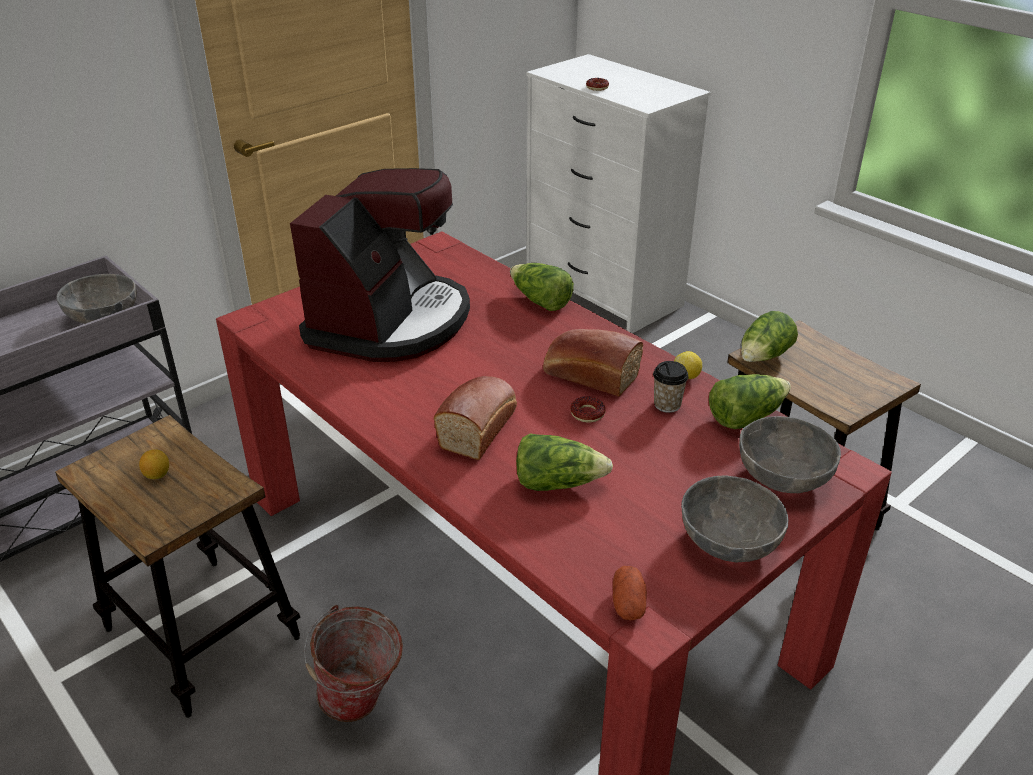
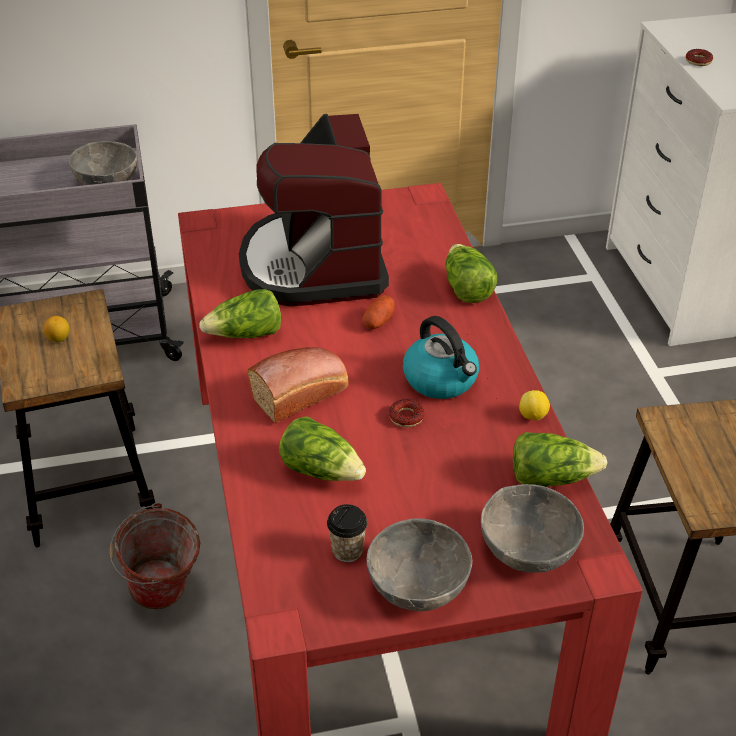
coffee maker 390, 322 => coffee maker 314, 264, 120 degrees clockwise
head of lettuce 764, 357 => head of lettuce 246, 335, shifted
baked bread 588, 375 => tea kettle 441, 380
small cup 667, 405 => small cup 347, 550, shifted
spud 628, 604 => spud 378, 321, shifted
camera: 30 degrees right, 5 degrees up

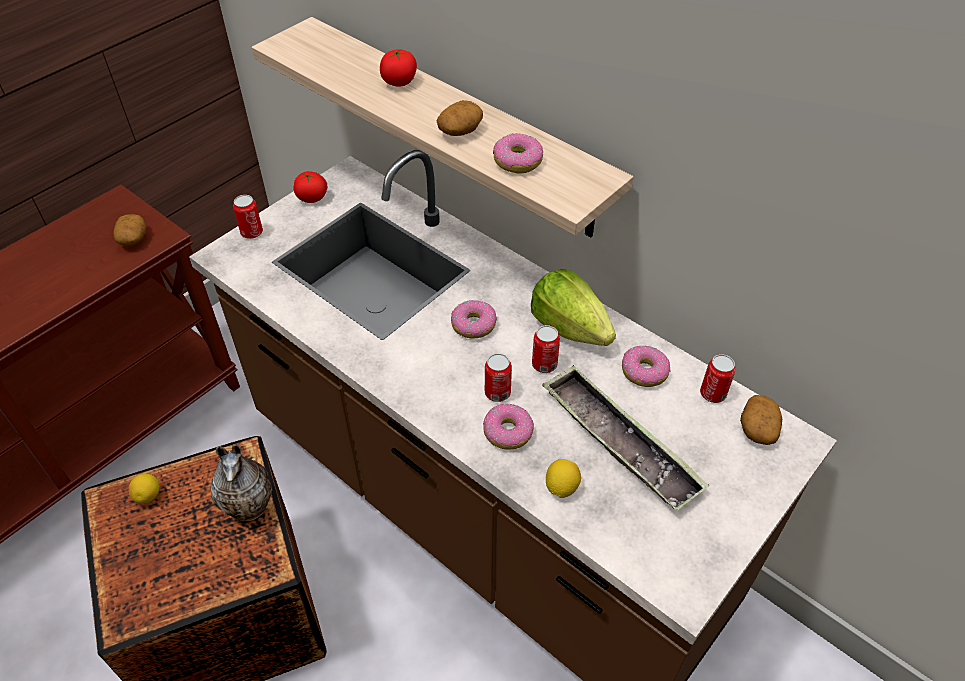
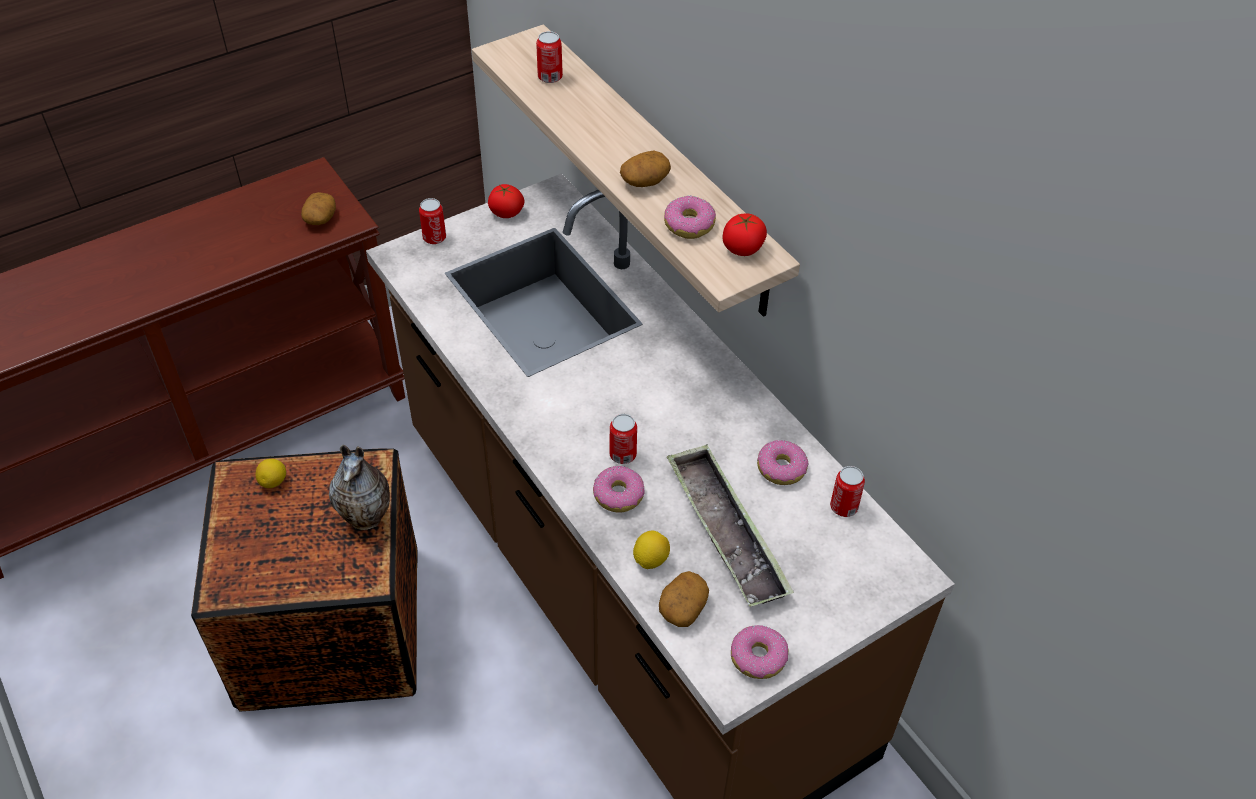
whole tomato 399, 81 => whole tomato 743, 248, shifted
head of lettuce 569, 327 => nothing
donut 473, 325 => donut 758, 658, shifted
sealed can 544, 364 => sealed can 550, 77, shifted
spud 757, 428 => spud 682, 607, shifted
camera: 15 degrees right, 0 degrees up

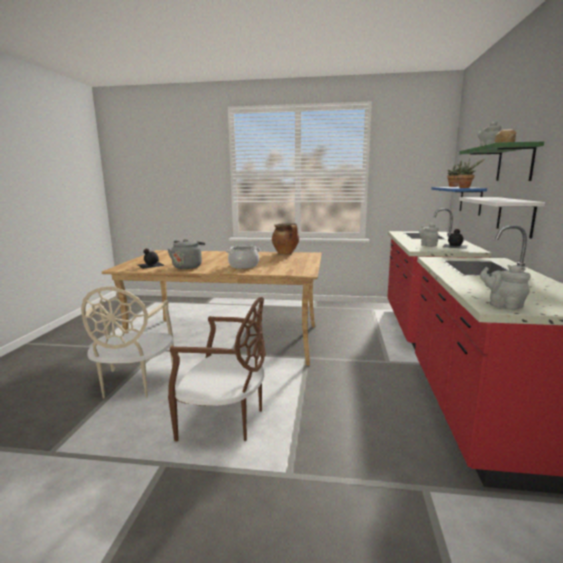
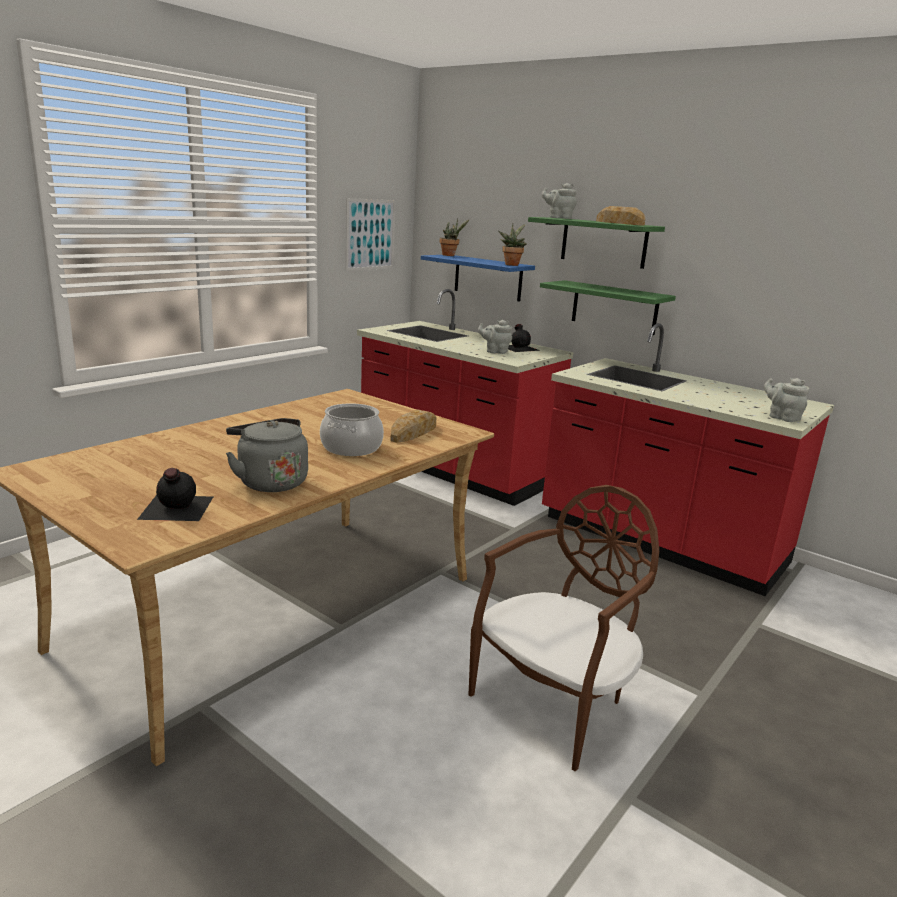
white-coloured wall shelf 515, 216 => green wall shelf 614, 307
saucepot 286, 253 => nothing
gray pot for tea 503, 305 => gray pot for tea 782, 417, 60 degrees clockwise
beige-coloured upright chair 134, 383 => nothing
nothing => picture 370, 234
nothing => baked bread 413, 432
camera: 60 degrees left, 5 degrees up

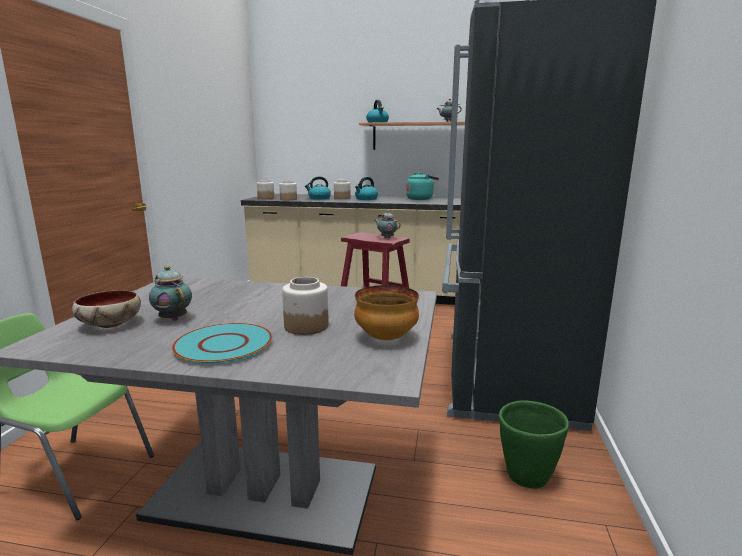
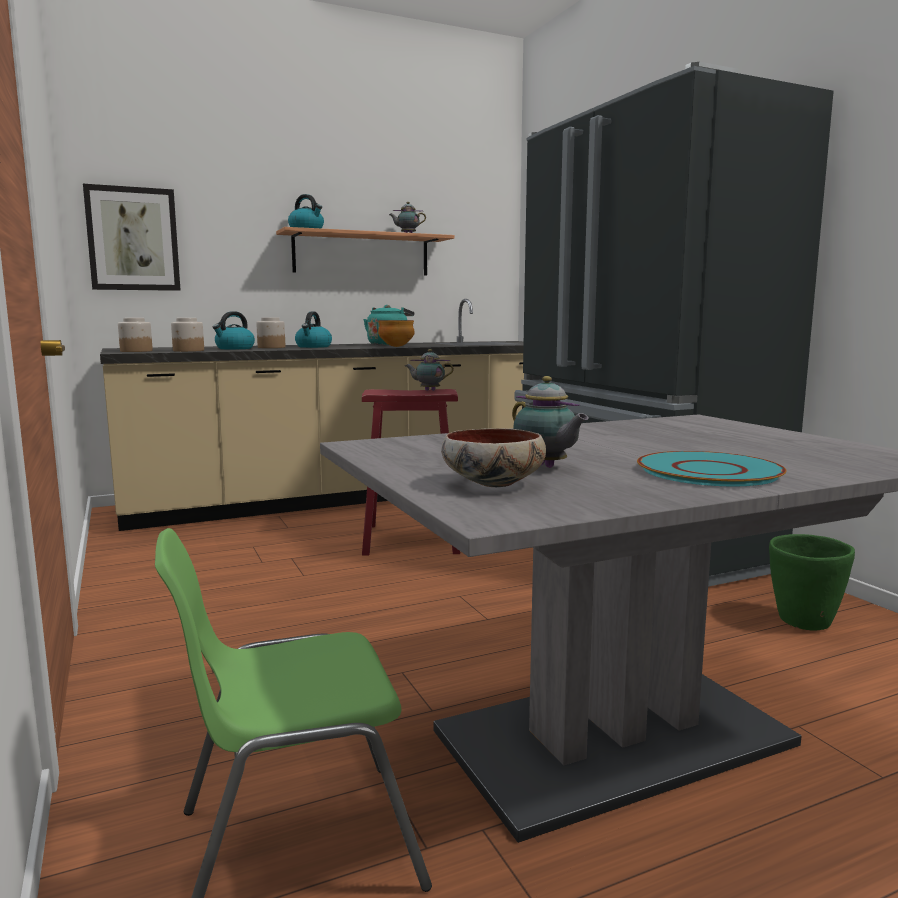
pot for tea 173, 318 => pot for tea 546, 467, 135 degrees counterclockwise
preserve jar 306, 326 => nothing
deep dish 386, 338 => deep dish 396, 346, shifted
nothing => picture 133, 239
camera: 35 degrees left, 5 degrees down

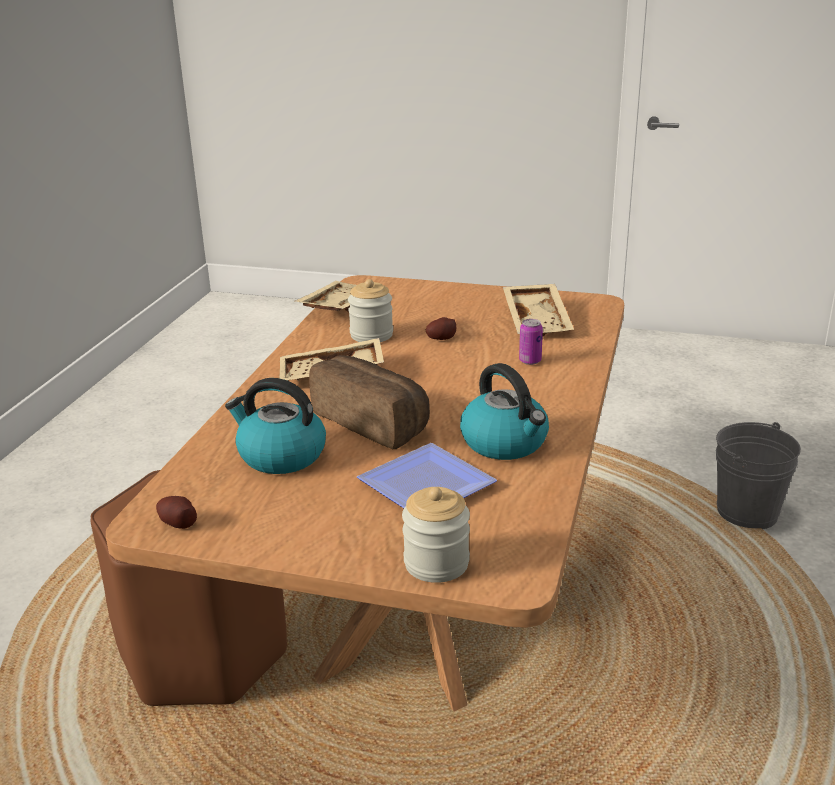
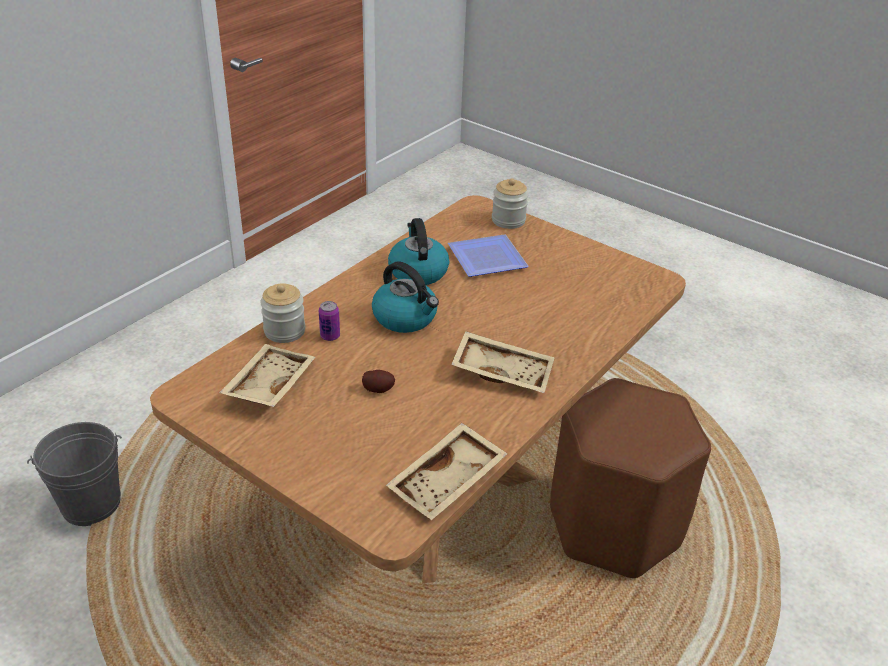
preserve jar 371, 335 => preserve jar 284, 331, shifted
baked bread 374, 422 => nothing
tea kettle 280, 455 => tea kettle 406, 318, shifted
spud 178, 523 => nothing
camera: 160 degrees left, 10 degrees up

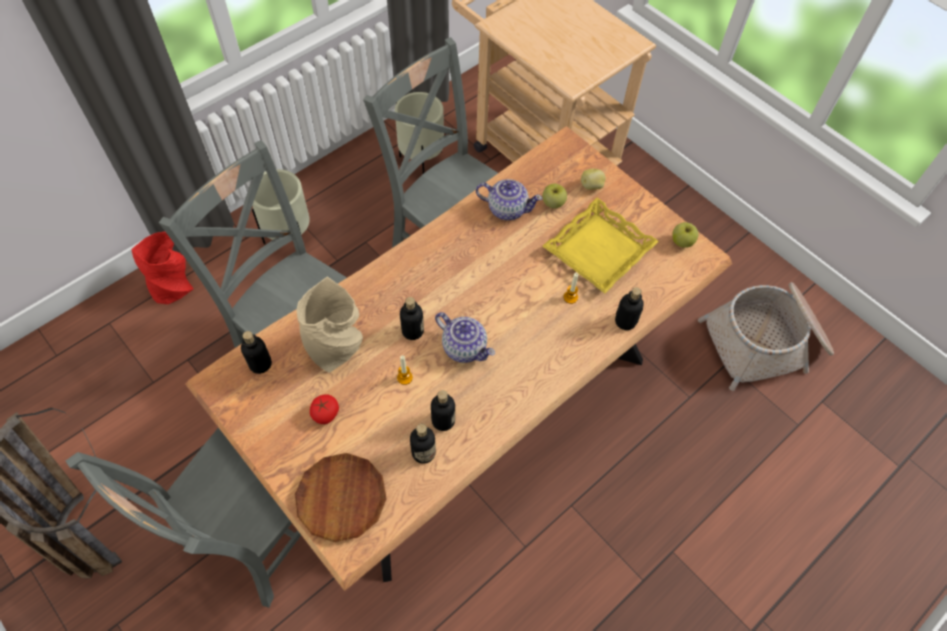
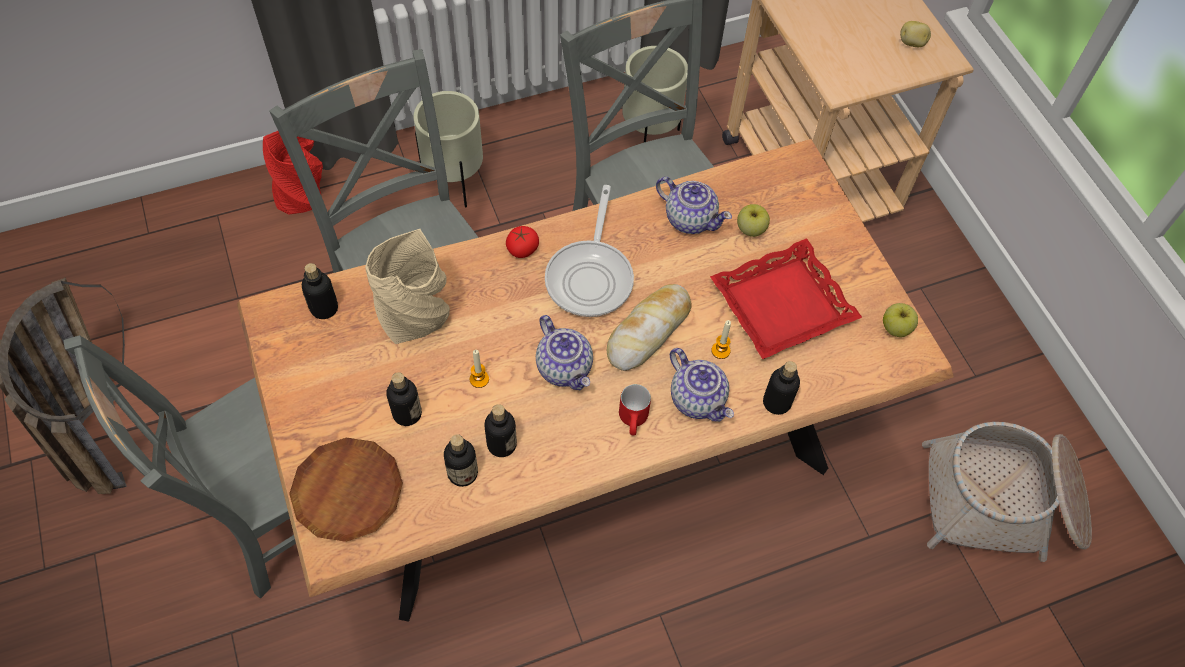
spud 592, 186 => spud 912, 43, shifted
yellowish carrying tray 598, 249 => red-coloured carrying tray 782, 304
drink bottle 412, 331 => drink bottle 407, 414, shifted
whole tomato 325, 413 => whole tomato 522, 249, shifted
nothing => frying pan 591, 276
nothing => baked bread 648, 331
nothing => pot for tea 698, 399
nothing => red-coloured tea mug 635, 421
camera: 20 degrees right, 0 degrees up

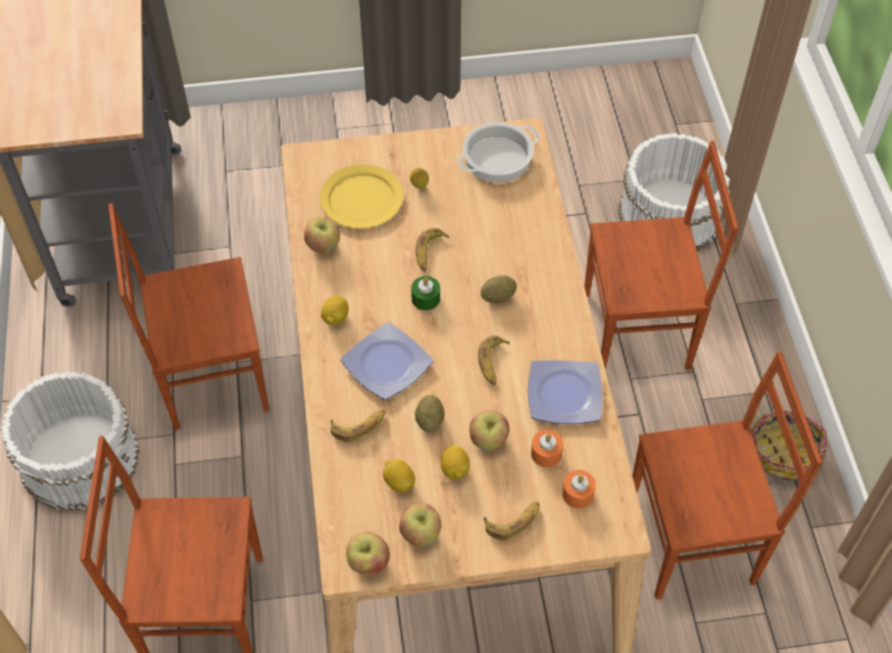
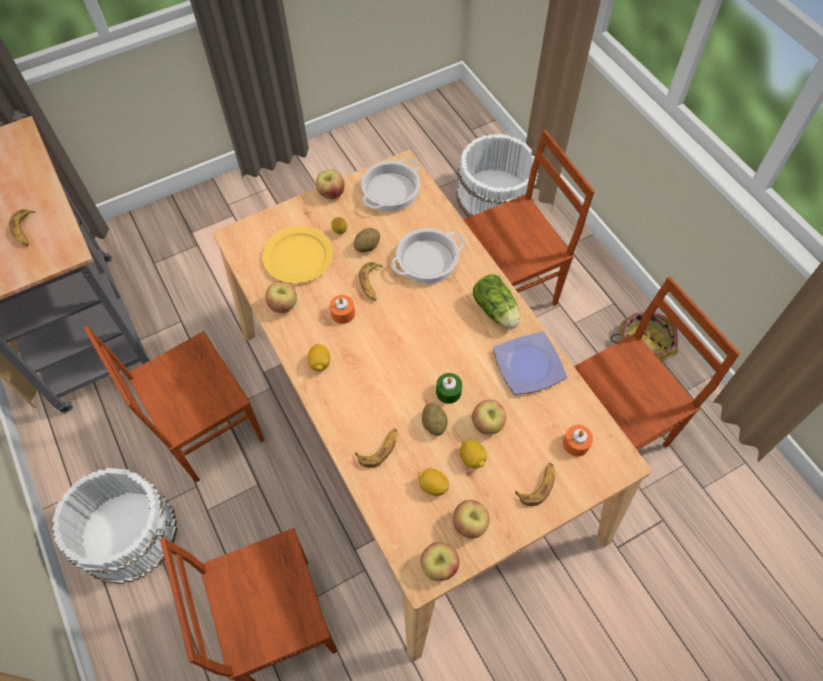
spud 498, 297 => spud 367, 246, shifted
green wax light 425, 298 => green wax light 448, 392, shifted
dinner plate 385, 364 => nothing
banana fruit 492, 363 => banana fruit 25, 230, shifted
orangey wax light 546, 453 => orangey wax light 343, 313, shifted
nothing => apple fruit 331, 193
nothing => saucepot 427, 261
nothing => head of lettuce 497, 312
camera: 20 degrees left, 5 degrees up

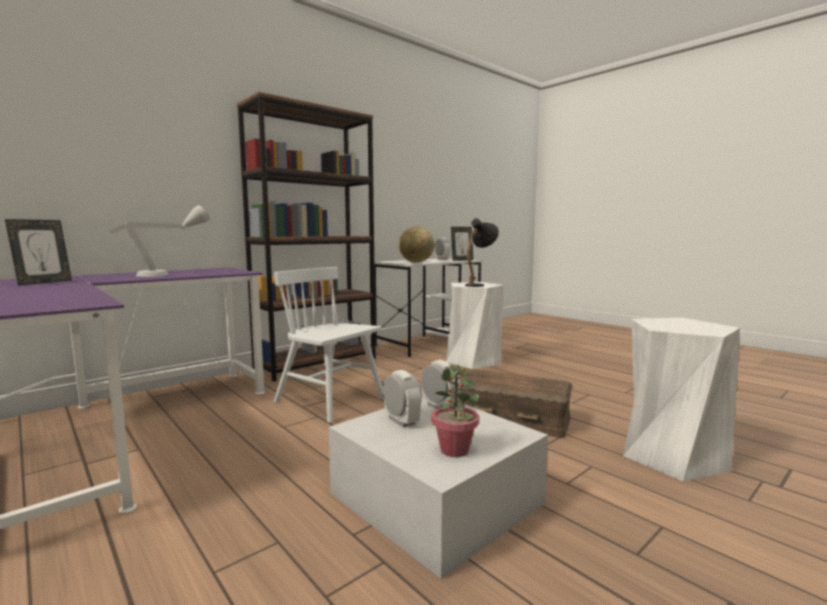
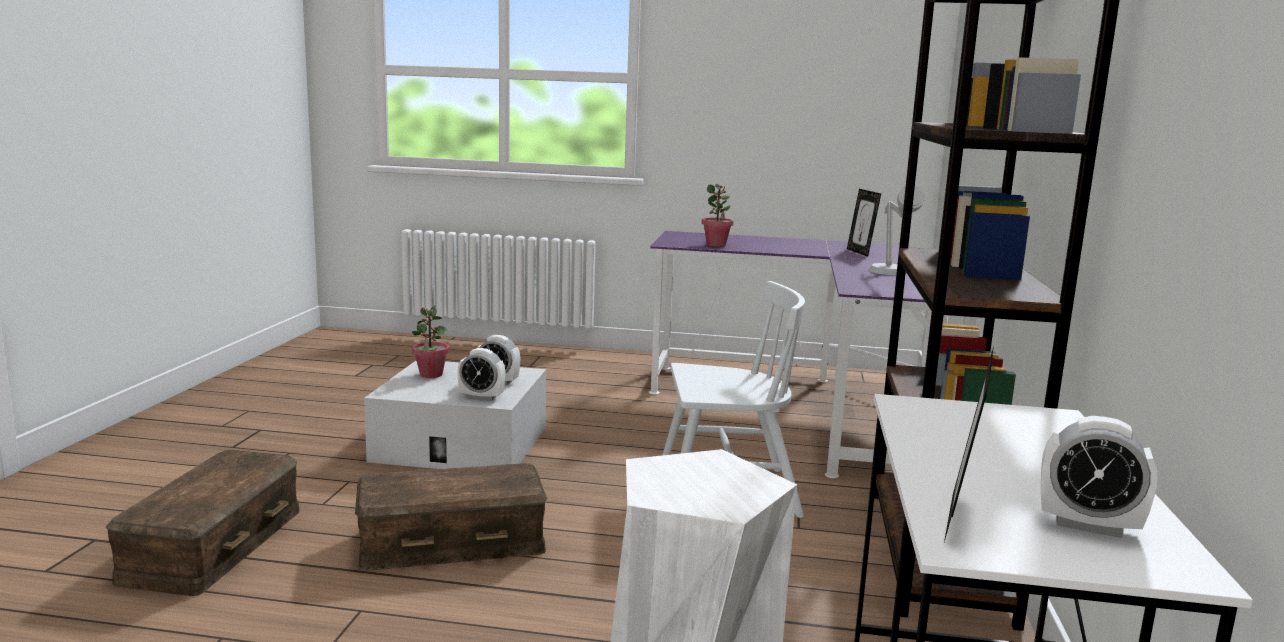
black-coloured lamp for a table 479, 285 => nothing
globe 416, 262 => nothing
white-coloured sitting stool 671, 456 => brown-coloured storage bin 212, 544
nothing => potted plant 716, 245
camera: 140 degrees right, 5 degrees up

